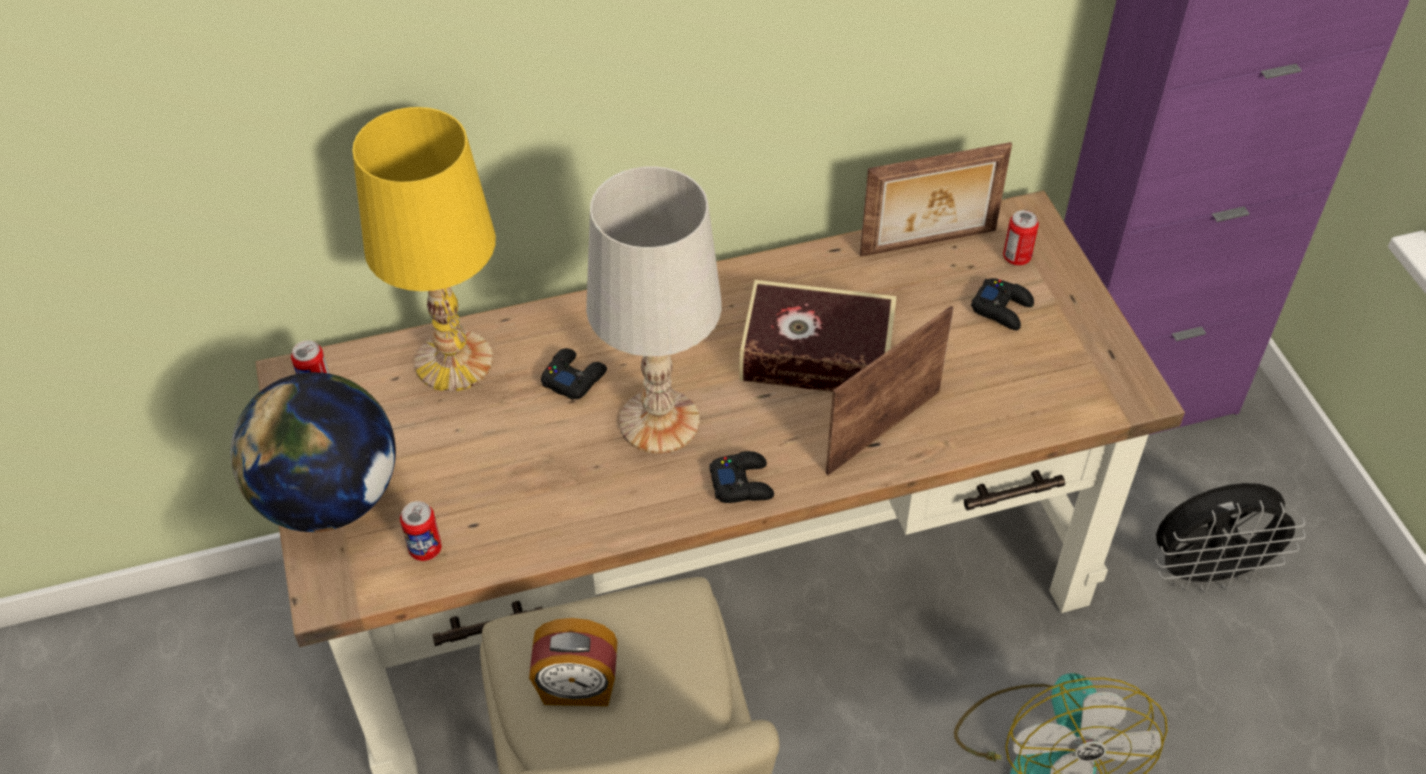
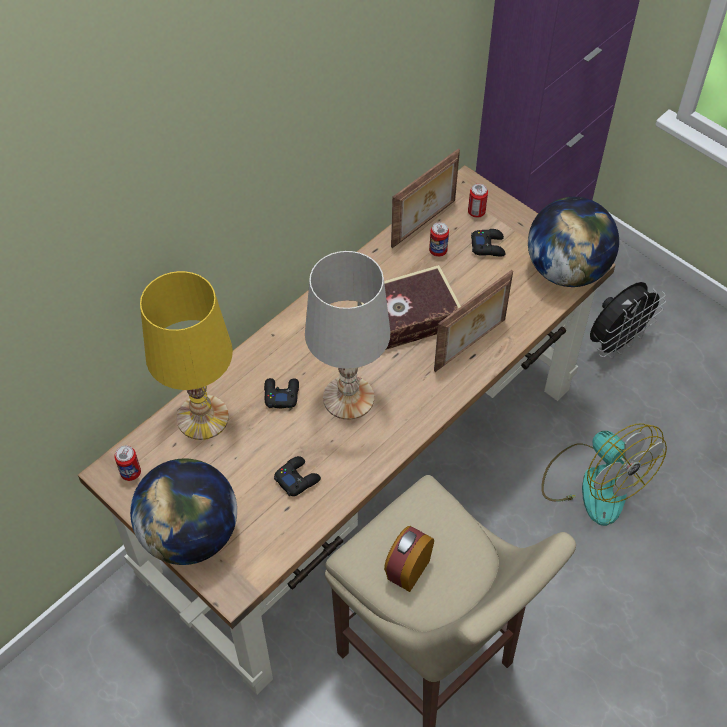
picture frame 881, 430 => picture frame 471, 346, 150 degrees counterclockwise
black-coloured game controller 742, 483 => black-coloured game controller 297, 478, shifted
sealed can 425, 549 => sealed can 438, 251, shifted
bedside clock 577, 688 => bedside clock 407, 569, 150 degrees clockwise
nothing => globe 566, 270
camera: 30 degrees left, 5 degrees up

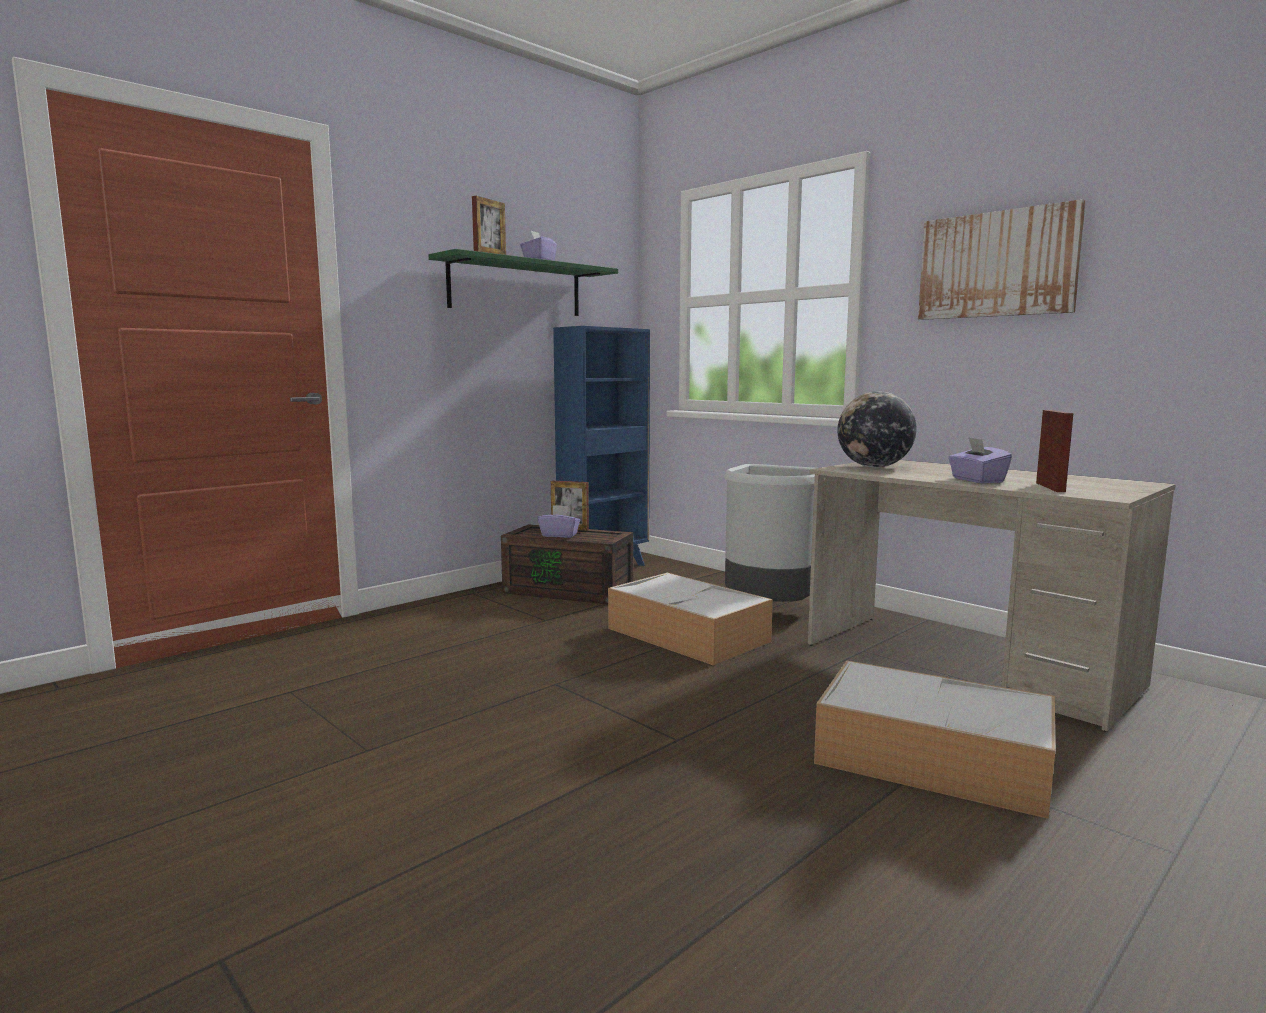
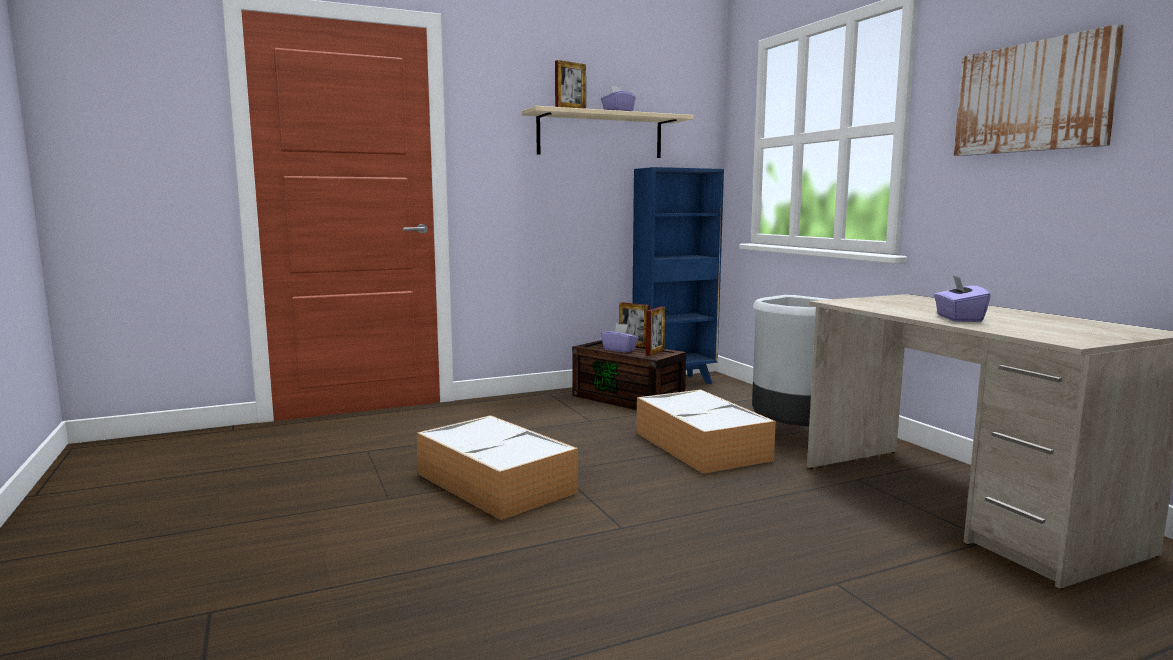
green wall shelf 516, 288 => beige-coloured wall shelf 600, 135
globe 874, 467 => nothing
picture frame 1050, 487 => picture frame 655, 352, shifted
storage bin 936, 759 => storage bin 497, 483, shifted
camera: 20 degrees right, 0 degrees up

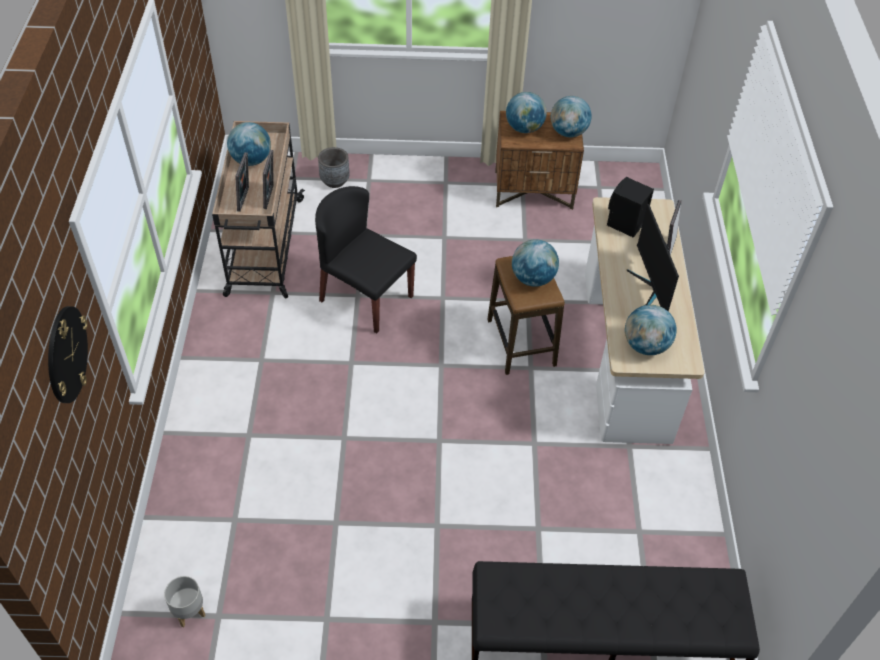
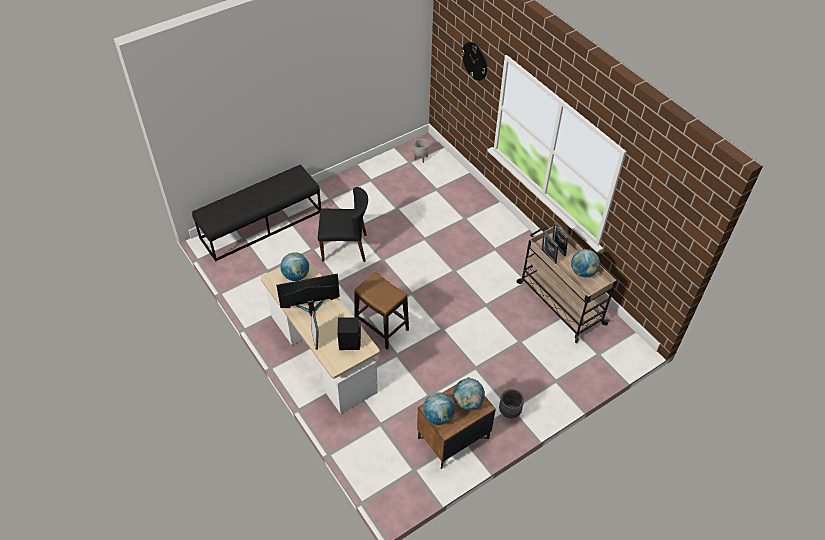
gray planter 335, 181 => gray planter 509, 411, shifted
black-coloured upright chair 365, 298 => black-coloured upright chair 345, 247, shifted
computer display 651, 289 => computer display 311, 308, 60 degrees counterclockwise
globe 533, 278 => nothing
camera: 145 degrees right, 0 degrees up

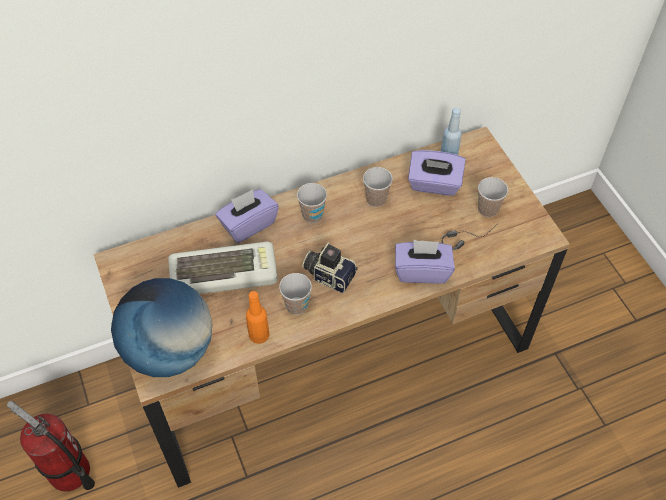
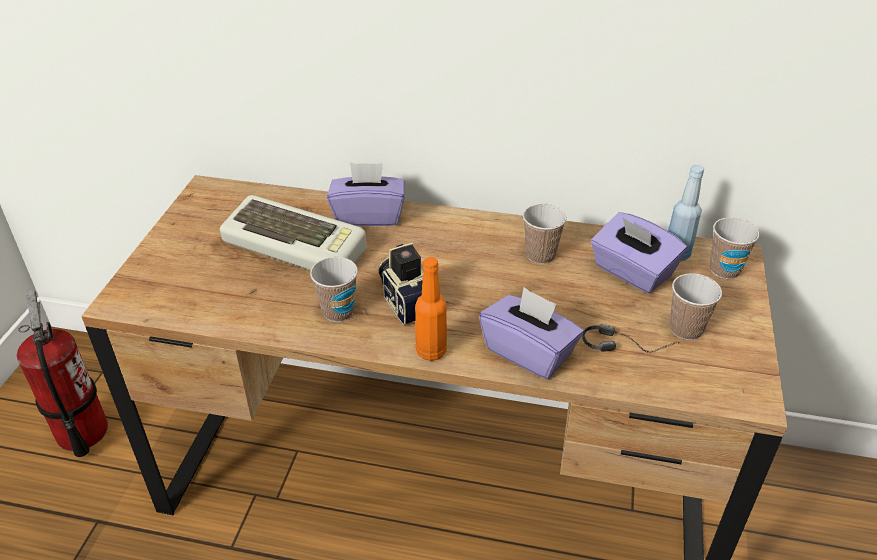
small cup 312, 215 => small cup 724, 270, shifted
globe 170, 351 => nothing
orangey drink bottle 259, 336 => orangey drink bottle 431, 351, shifted
camera: 35 degrees right, 15 degrees down

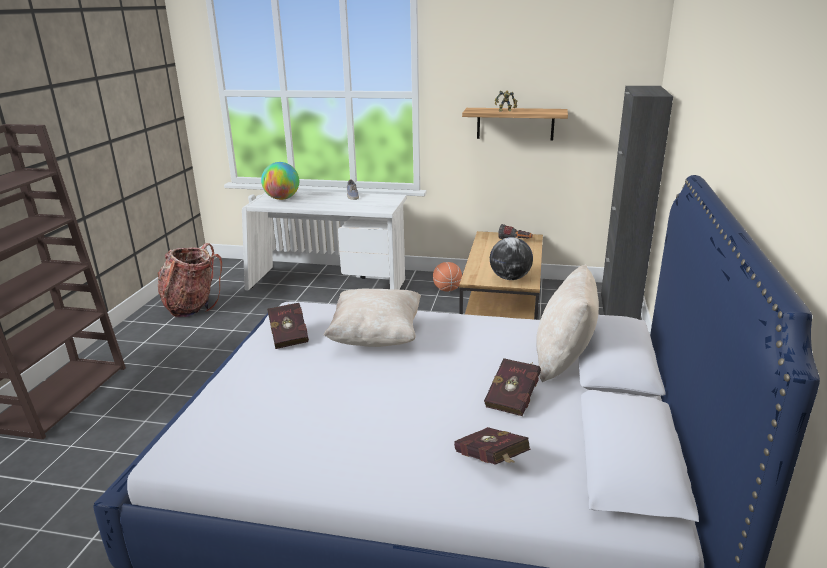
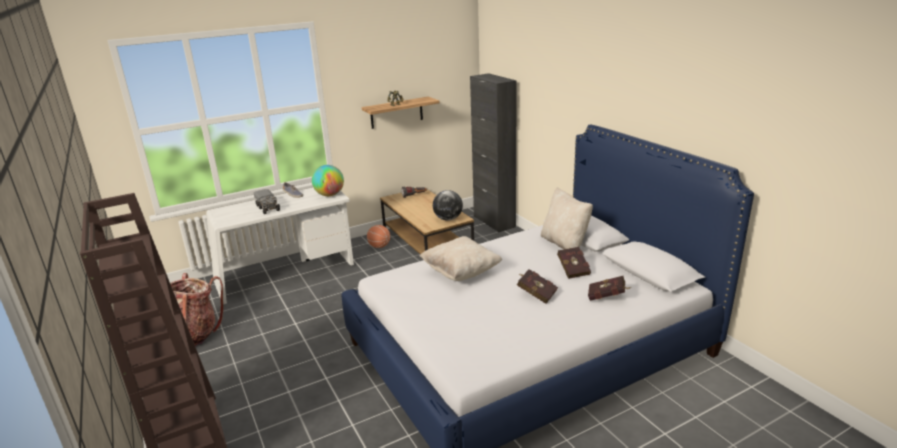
globe 282, 198 => globe 329, 195, shifted
red-coloured volume 289, 335 => red-coloured volume 535, 294, shifted
nothing => model truck 268, 208
camera: 40 degrees left, 0 degrees up

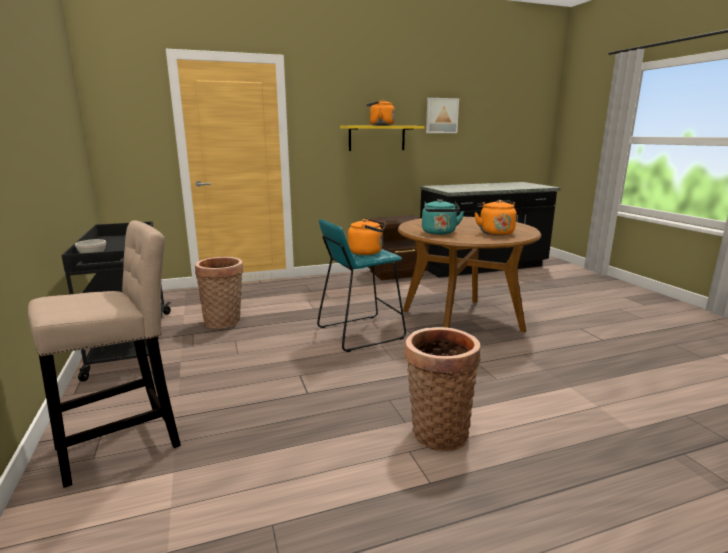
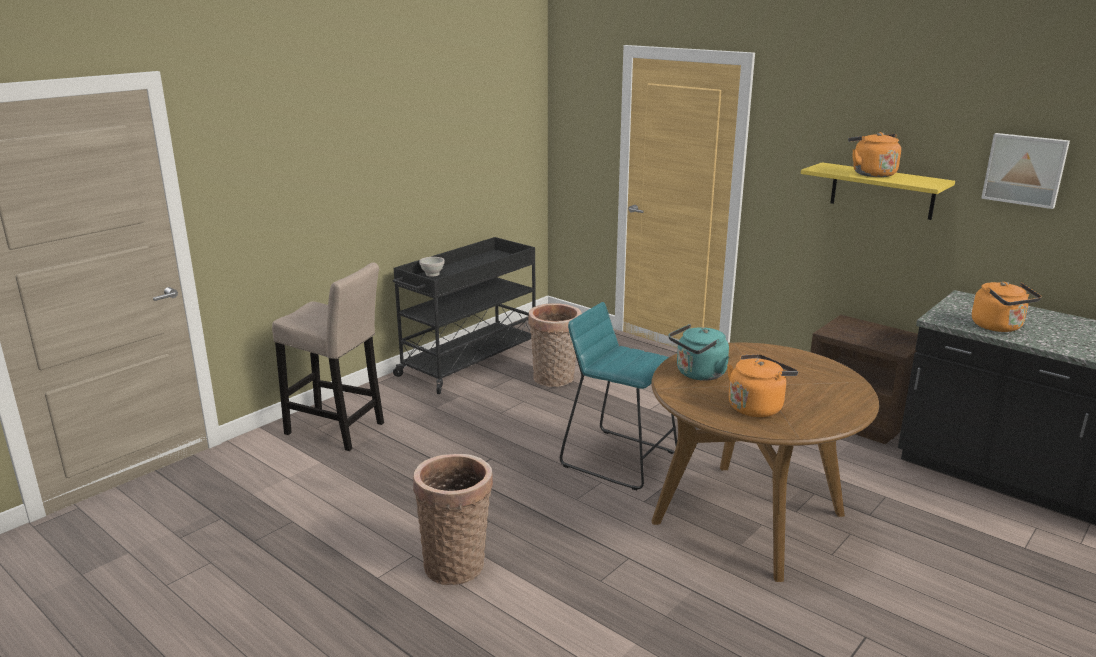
orangey tea kettle 367, 252 => orangey tea kettle 999, 327, shifted
camera: 60 degrees right, 5 degrees up

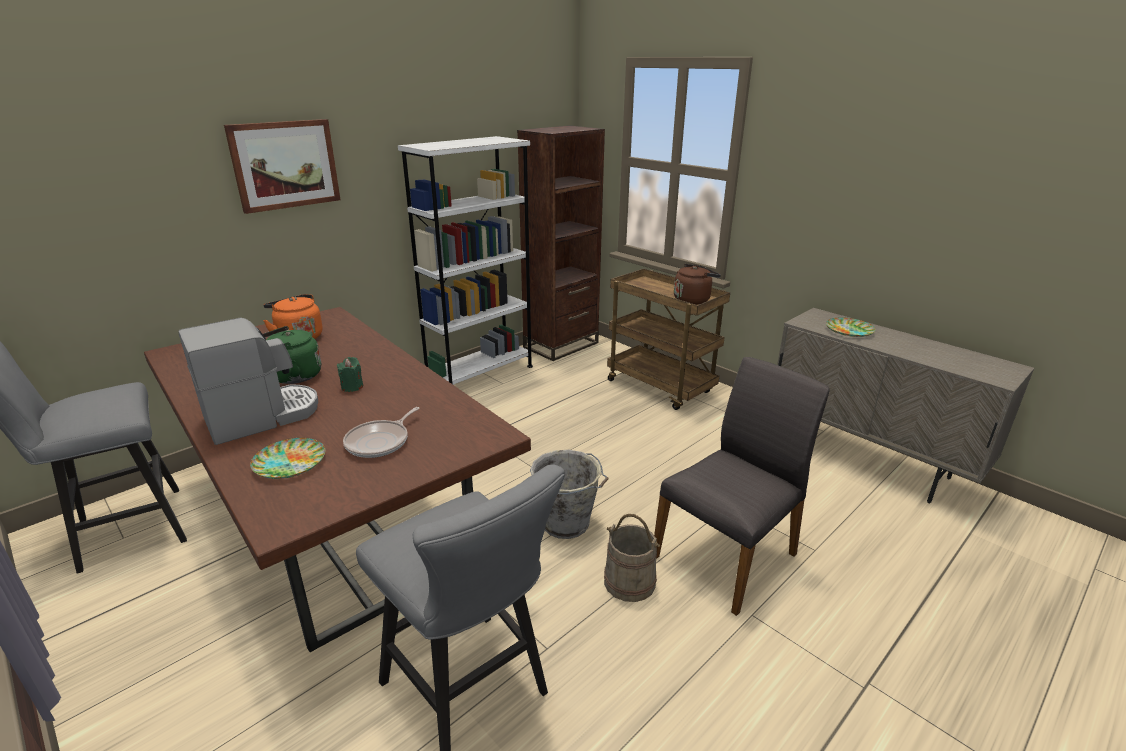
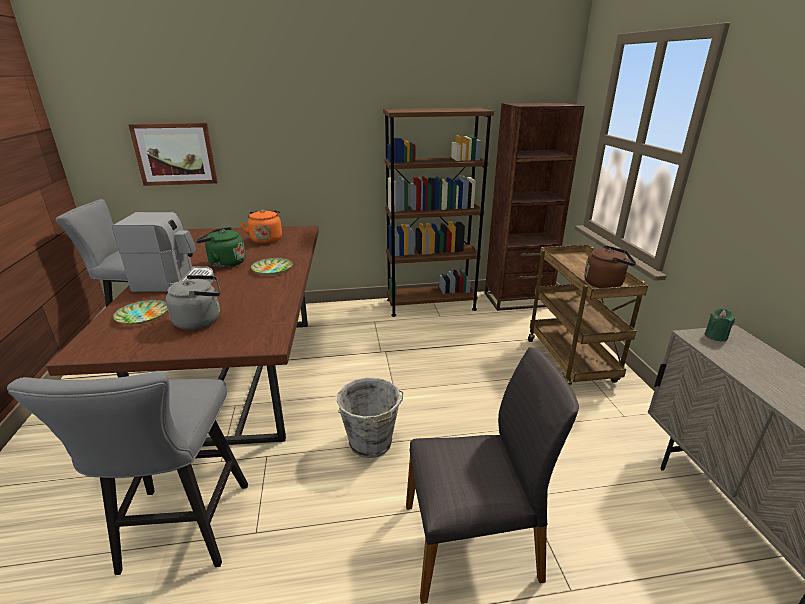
picture 285, 165 => picture 175, 154, shifted
white-coloured bookcase 480, 374 => brown-coloured bookcase 431, 304
dinner plate 849, 330 => dinner plate 272, 269, shifted
green wax light 352, 387 => green wax light 715, 336, shifted
frying pan 380, 442 => gray tea kettle 201, 320
beige-coloured bucket 630, 581 => nothing
camera: 35 degrees right, 0 degrees up

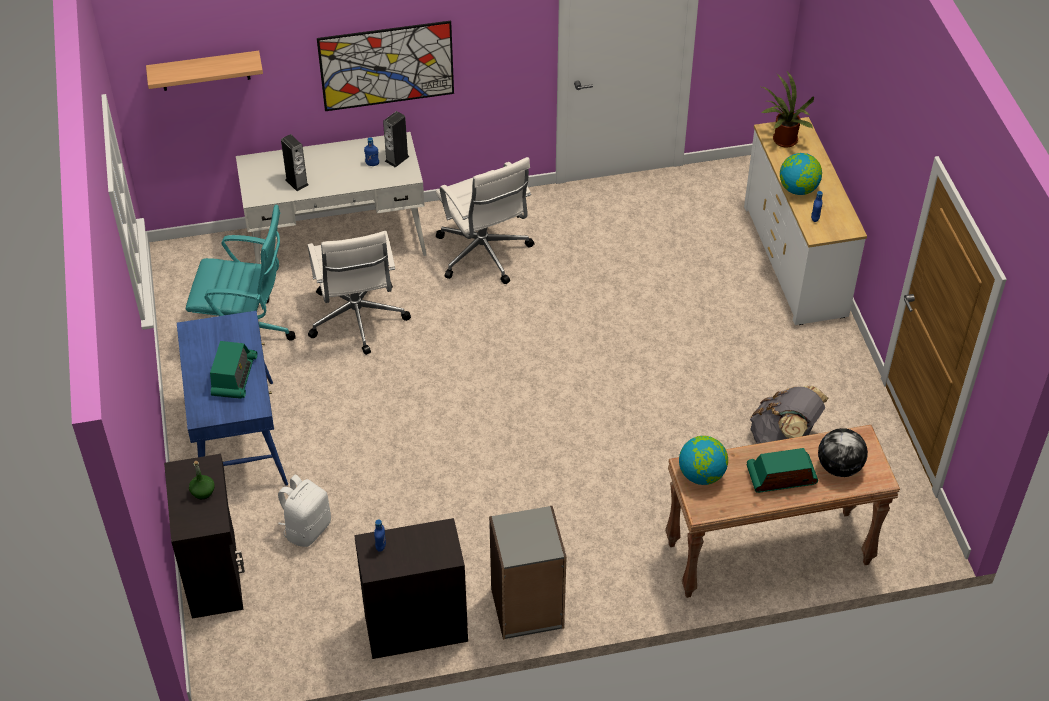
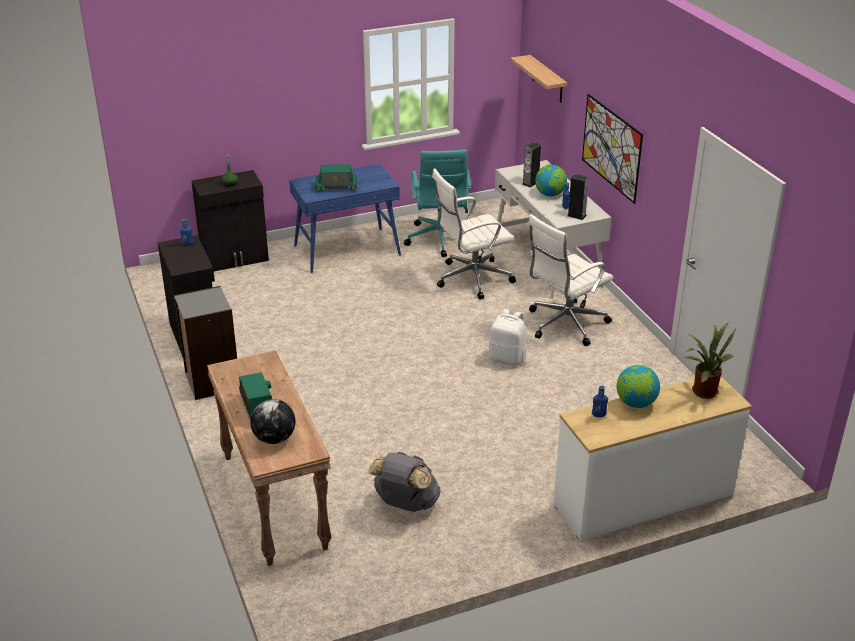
globe 701, 475 => globe 550, 194, shifted
white-coloured knapsack 307, 528 => white-coloured knapsack 507, 358, shifted
camera: 80 degrees right, 15 degrees down

